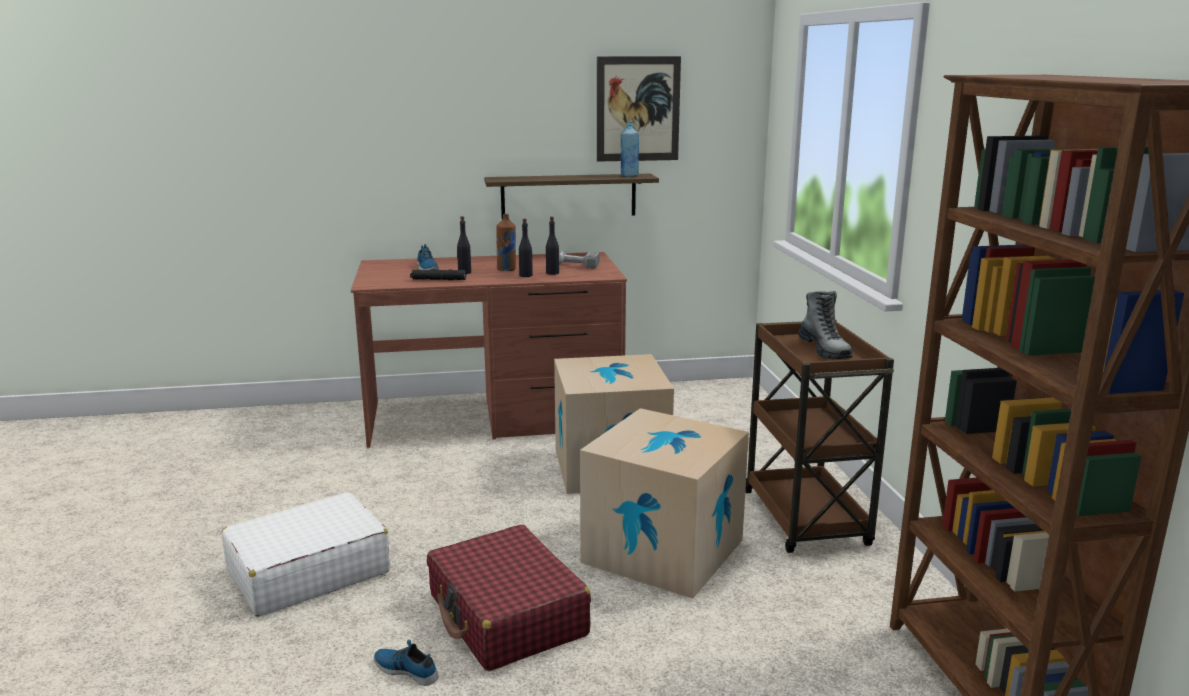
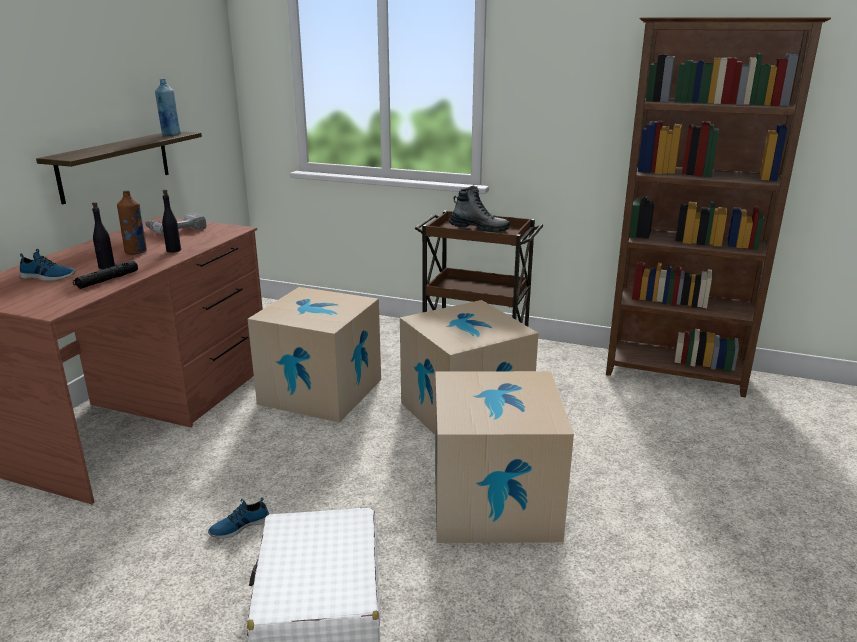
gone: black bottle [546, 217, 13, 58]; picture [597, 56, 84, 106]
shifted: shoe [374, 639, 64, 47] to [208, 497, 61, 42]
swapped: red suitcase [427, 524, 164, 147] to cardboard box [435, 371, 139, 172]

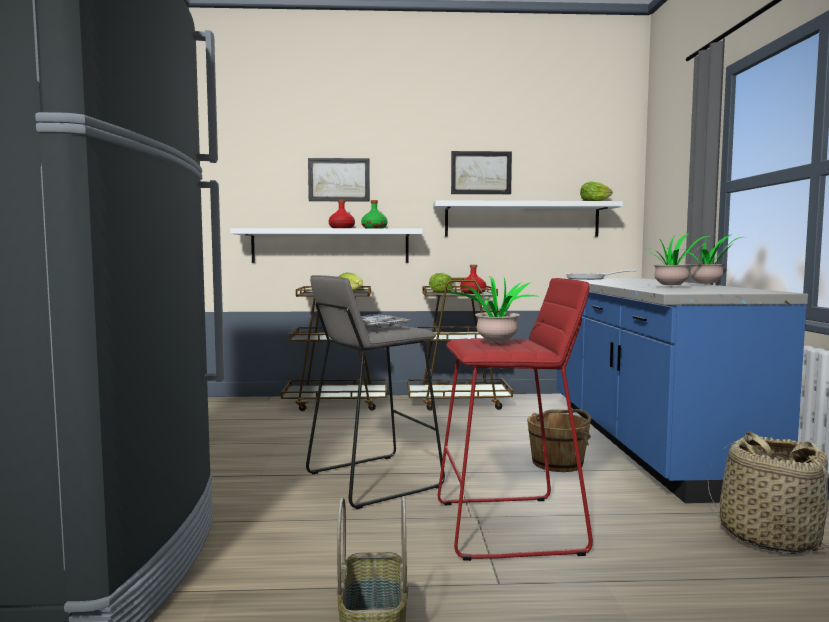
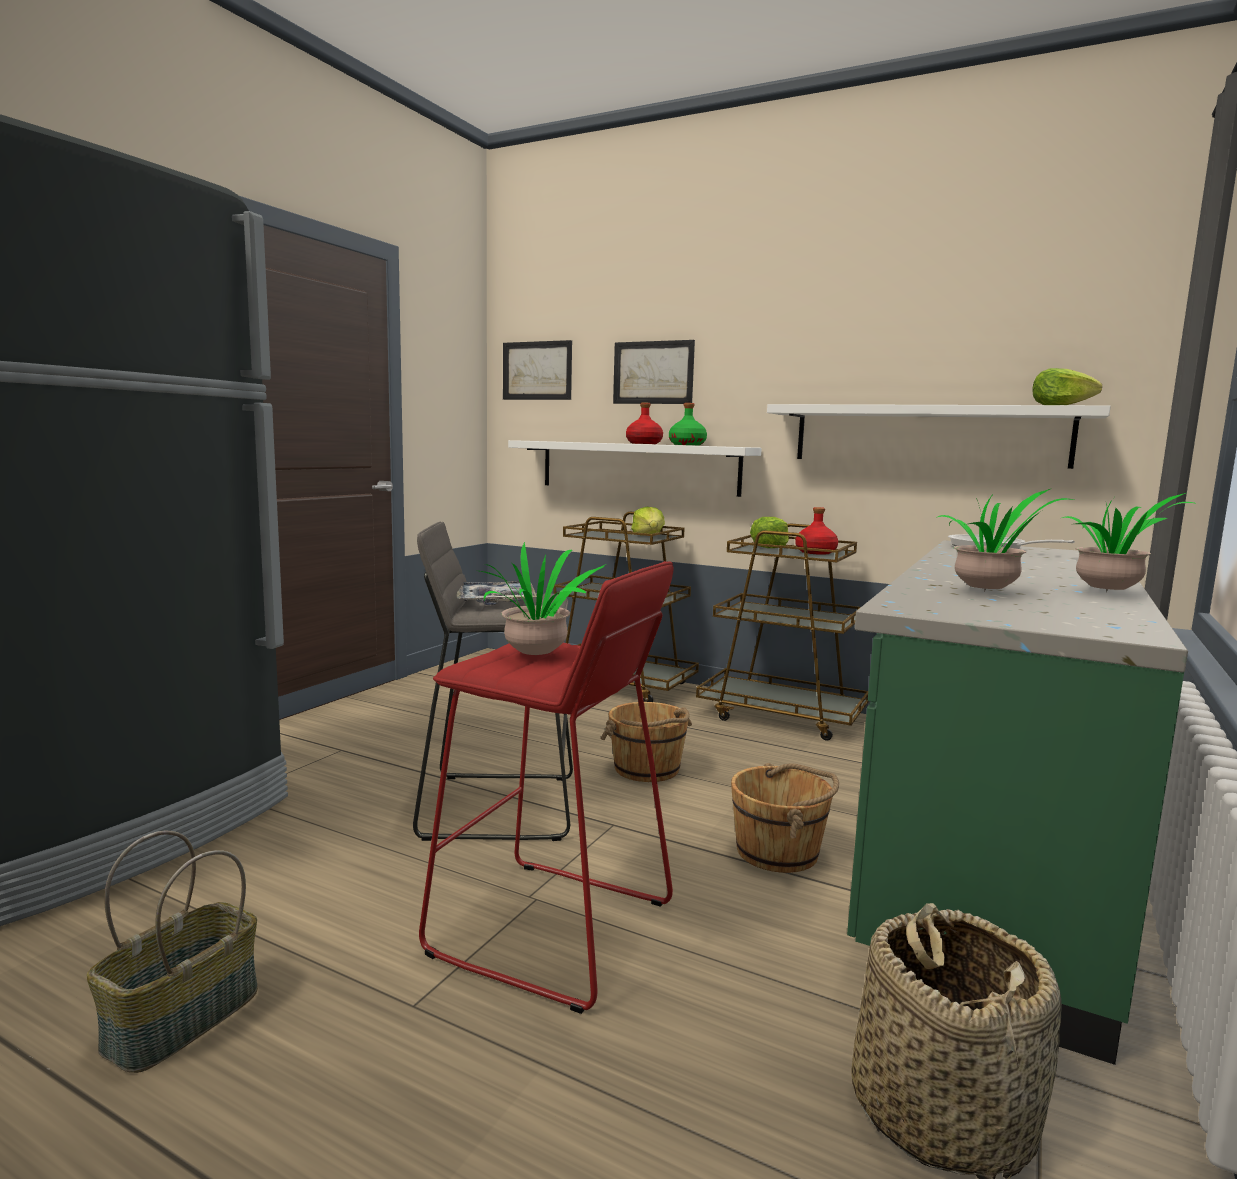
new: brown bucket [601, 702, 91, 80]
shifted: picture [451, 151, 61, 43] to [503, 340, 69, 60]
repainted: blue counter [557, 278, 251, 225] to green counter [847, 540, 341, 525]

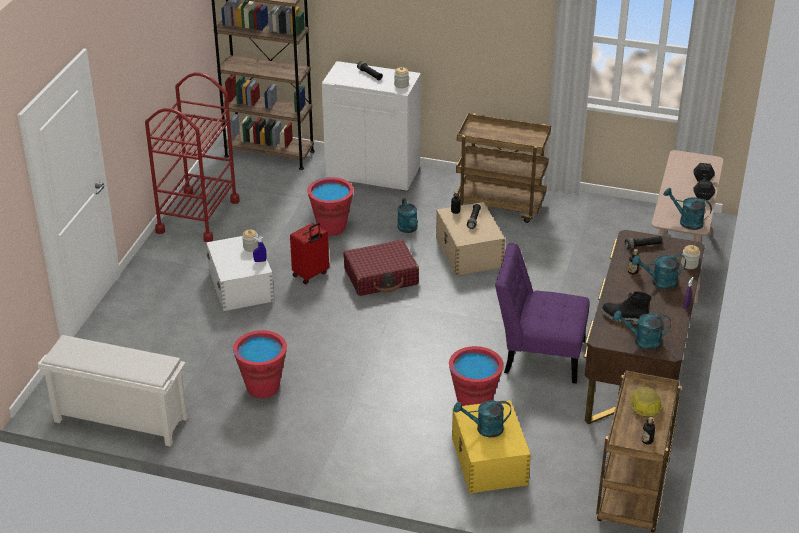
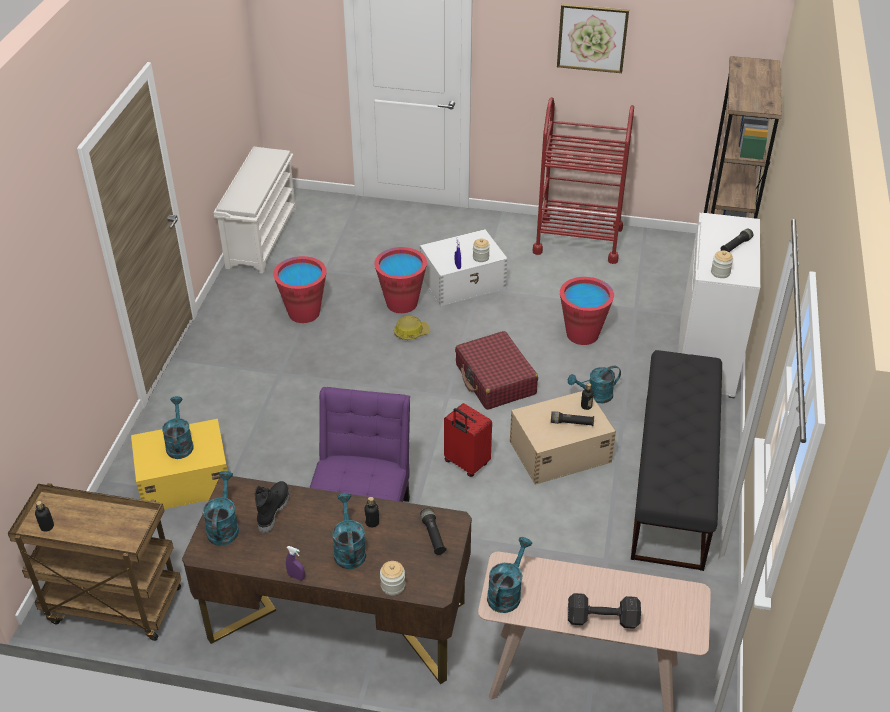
new: picture [557, 4, 72, 69]
shifted: red suitcase [290, 223, 39, 61] to [444, 403, 48, 74]; red bucket [449, 346, 55, 60] to [374, 247, 53, 66]; hard hat [630, 387, 33, 30] to [394, 316, 36, 24]
swapped: brown cart [456, 113, 95, 110] to black bench [631, 350, 91, 221]

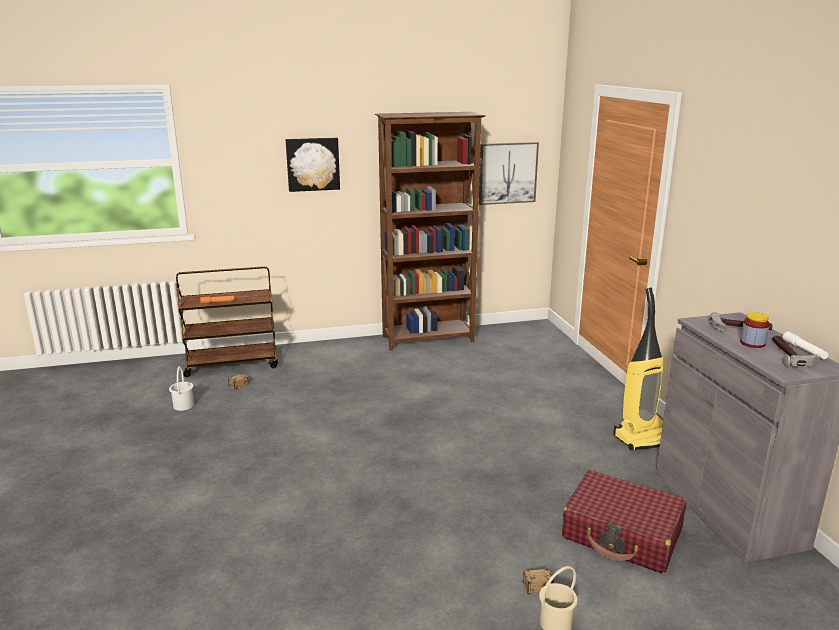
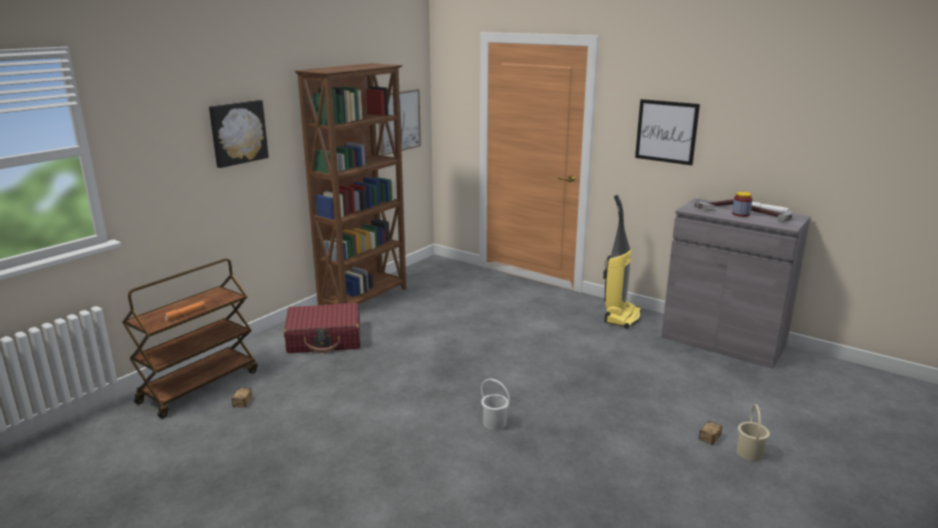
new: picture [635, 99, 65, 66]
shifted: white bucket [169, 366, 25, 45] to [481, 379, 29, 51]; red suitcase [562, 470, 125, 104] to [284, 303, 77, 50]

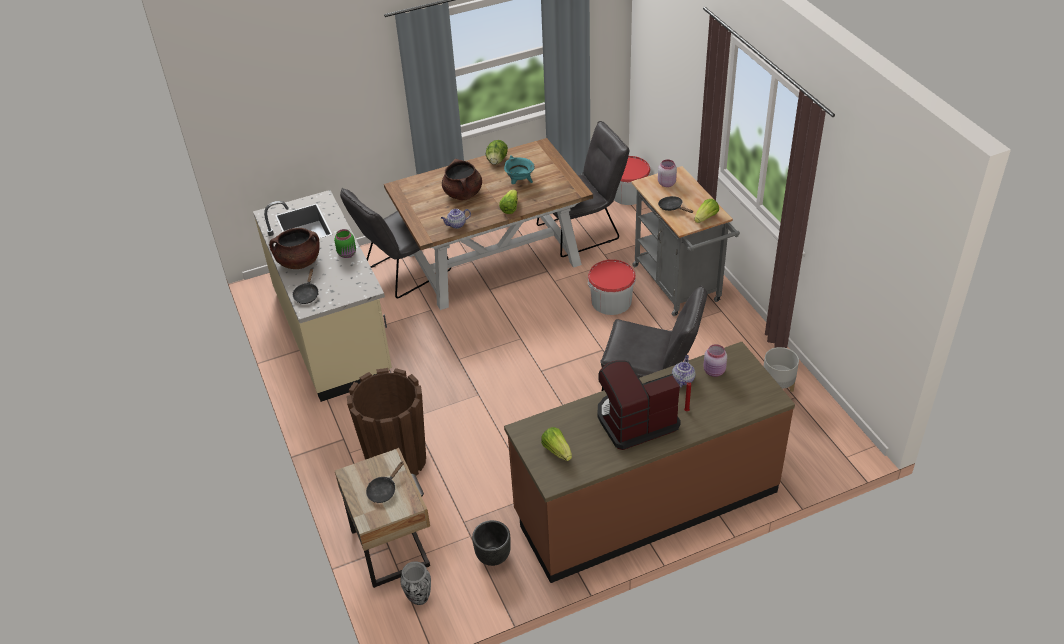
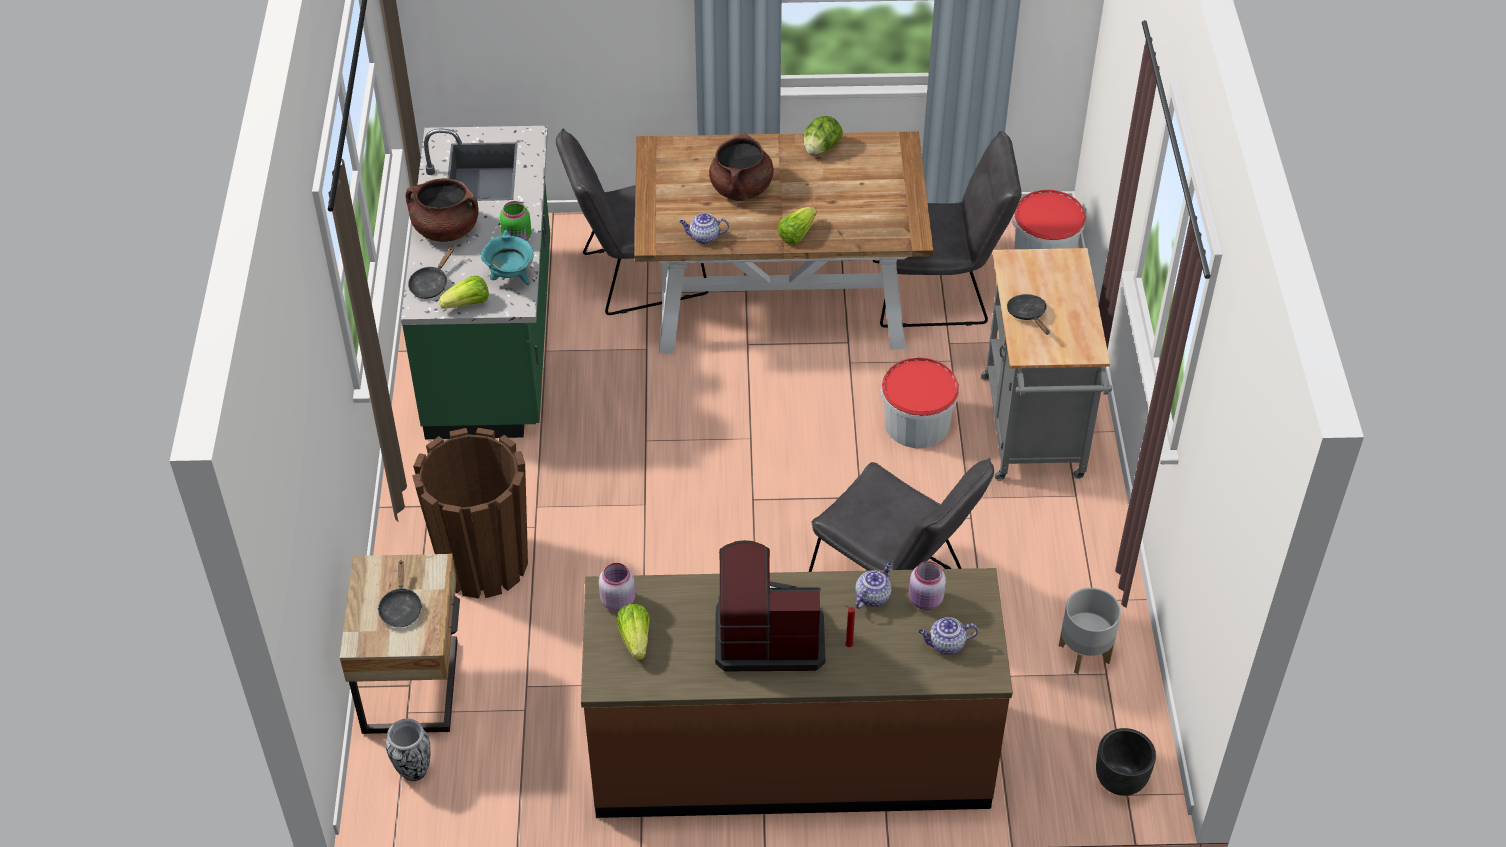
new: teapot [918, 617, 60, 38]
shifted: black planter [472, 520, 39, 46] to [1096, 728, 60, 68]; turquoise cooking pot [504, 155, 31, 29] to [481, 230, 53, 55]; pink jar [658, 159, 19, 28] to [599, 563, 36, 49]; lettuce [694, 199, 25, 24] to [438, 276, 51, 33]
repainted: beige counter [253, 190, 139, 212] to green counter [401, 126, 149, 313]
rotated: black frying pan [366, 461, 38, 42] = [377, 560, 46, 67] 60 degrees counterclockwise

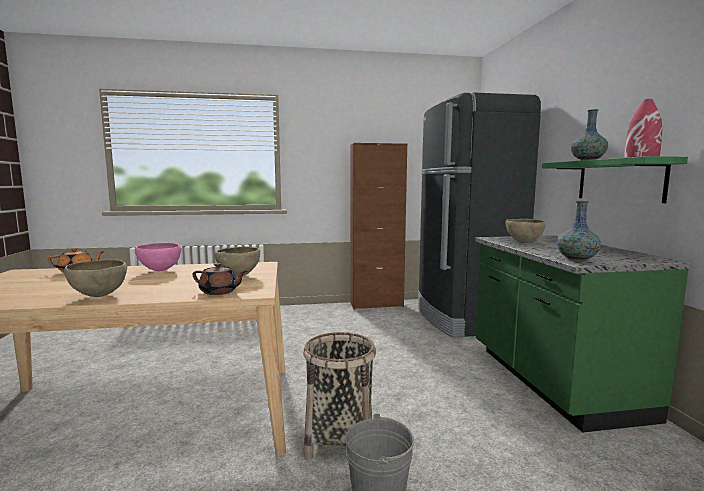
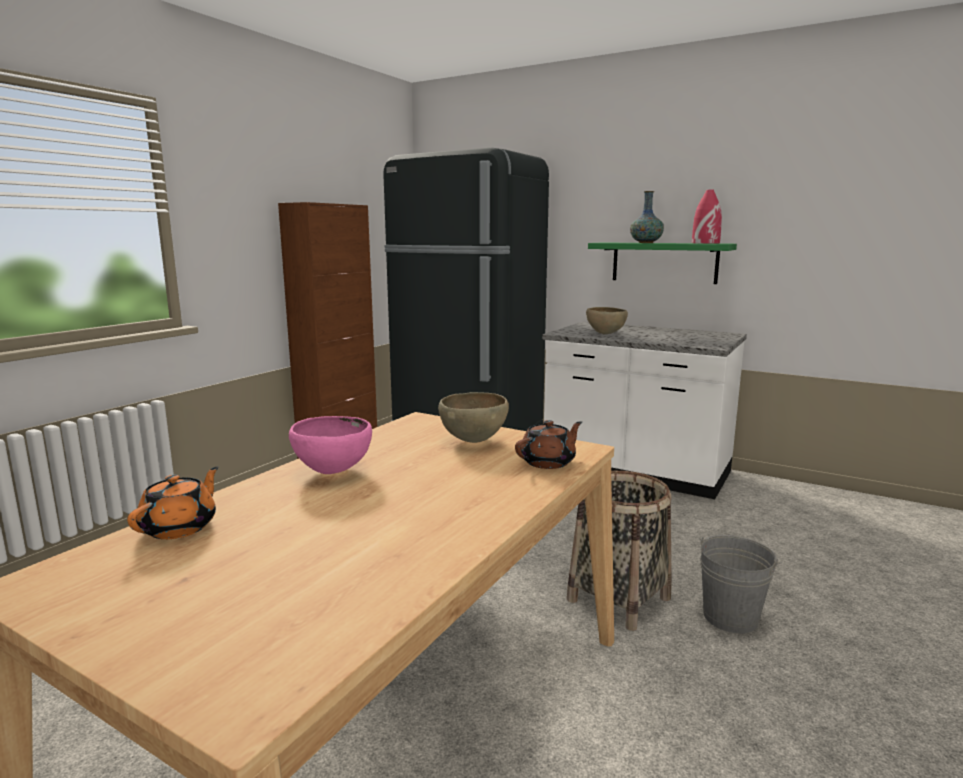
gone: brown bowl [64, 259, 63, 38]; vase [557, 201, 44, 60]
repainted: green counter [475, 235, 216, 198] to white counter [542, 322, 205, 177]

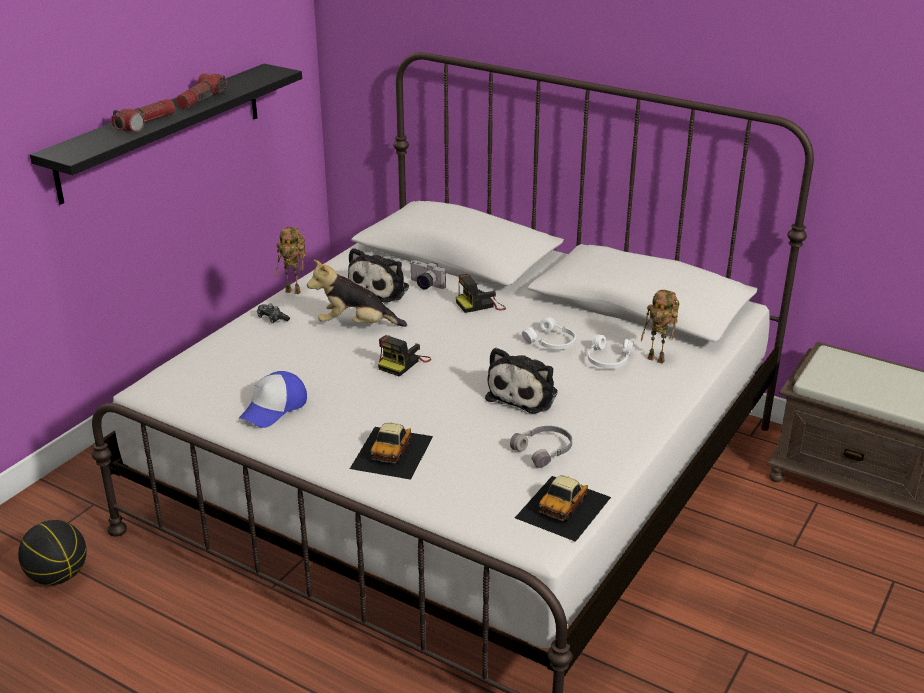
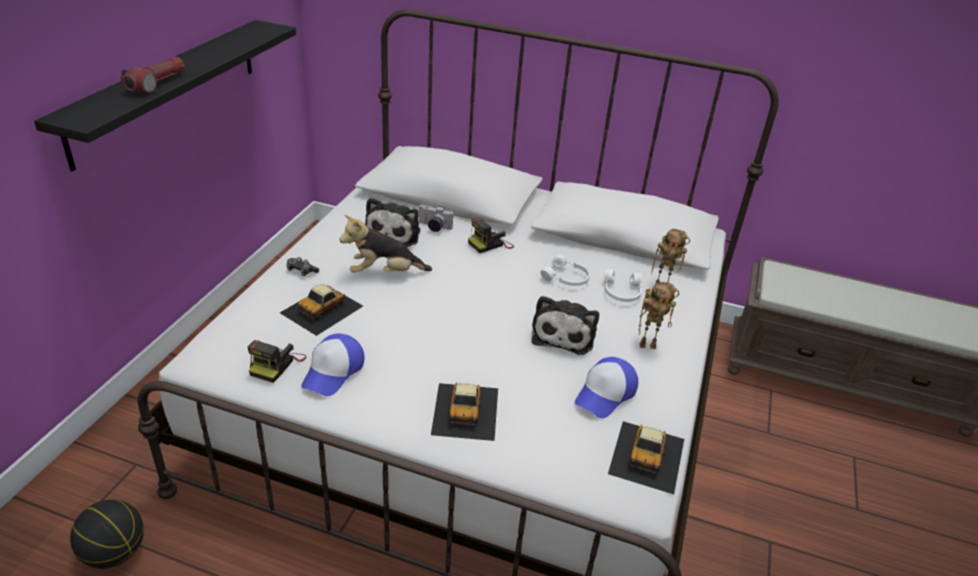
gone: flashlight [176, 73, 51, 36]
new: toy car [280, 284, 83, 52]
shifted: toy robot [276, 227, 30, 67] to [639, 282, 40, 67]; photo camera [378, 335, 53, 42] to [247, 340, 59, 43]
swapped: grey headphones [510, 426, 62, 42] to cap [575, 357, 63, 61]

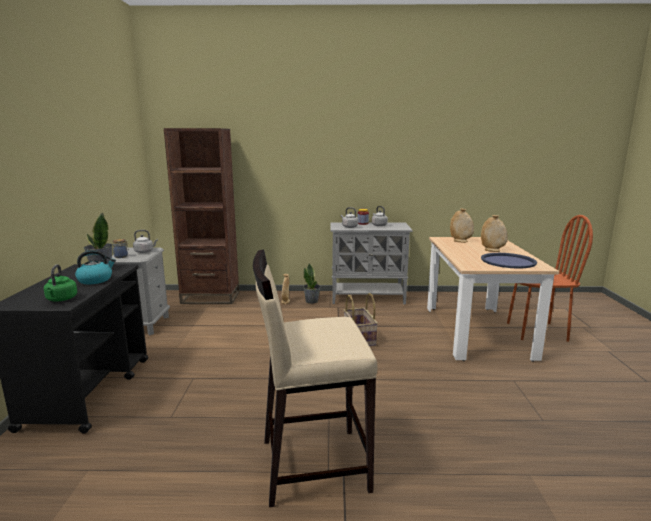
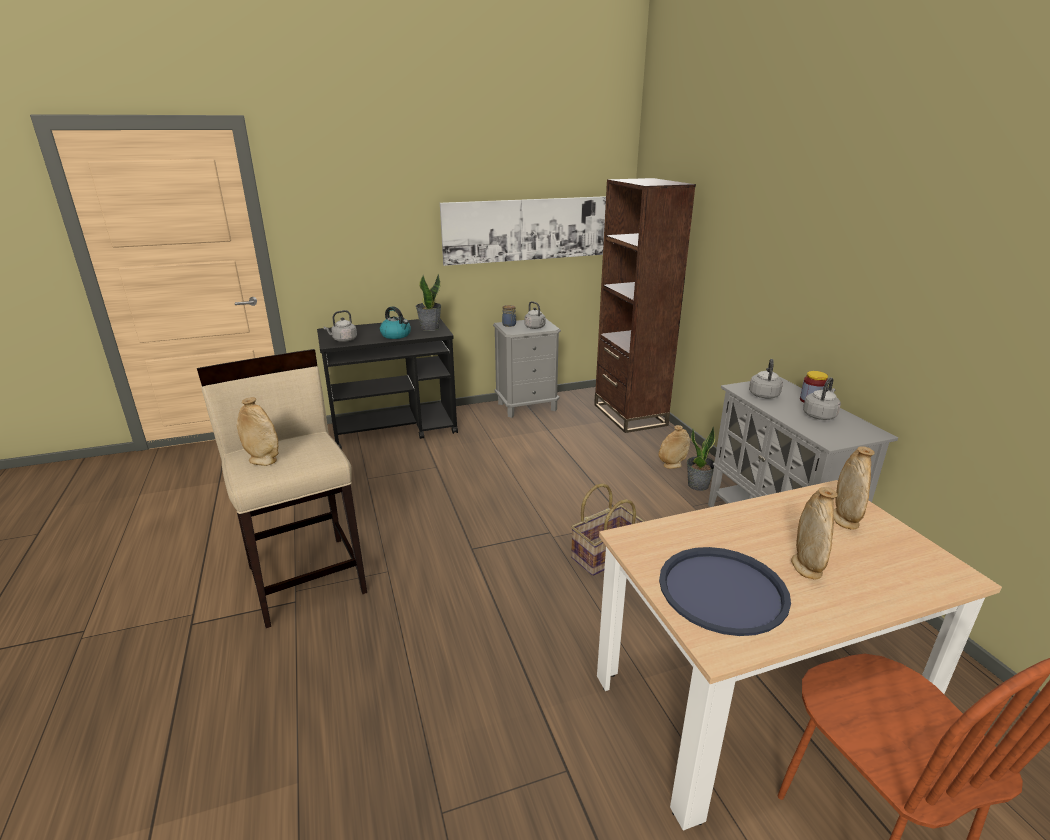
new: beige vase [237, 397, 41, 69]; picture [440, 196, 166, 70]
repainted: green kettle [44, 264, 33, 37] to grey kettle [323, 310, 34, 32]

